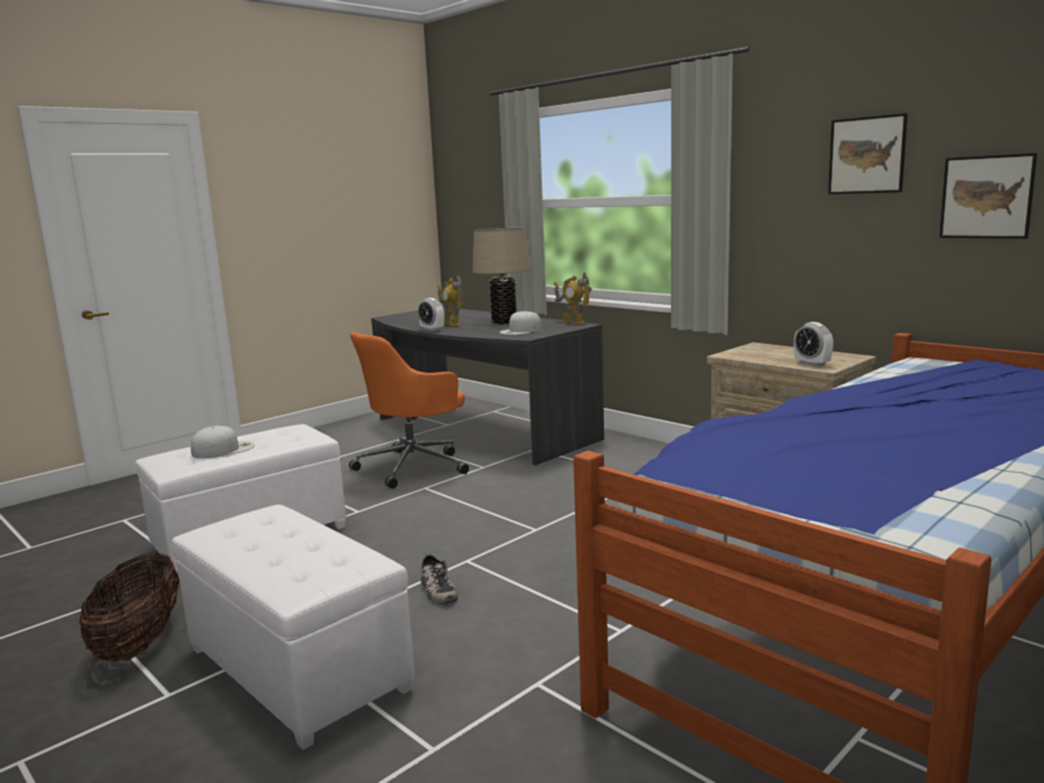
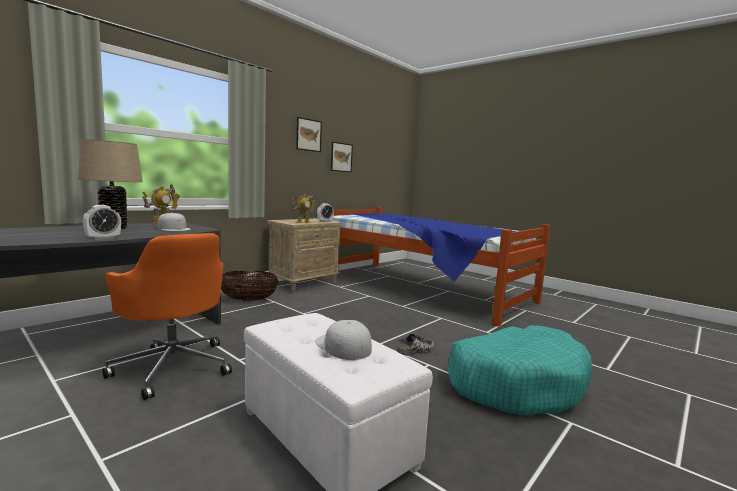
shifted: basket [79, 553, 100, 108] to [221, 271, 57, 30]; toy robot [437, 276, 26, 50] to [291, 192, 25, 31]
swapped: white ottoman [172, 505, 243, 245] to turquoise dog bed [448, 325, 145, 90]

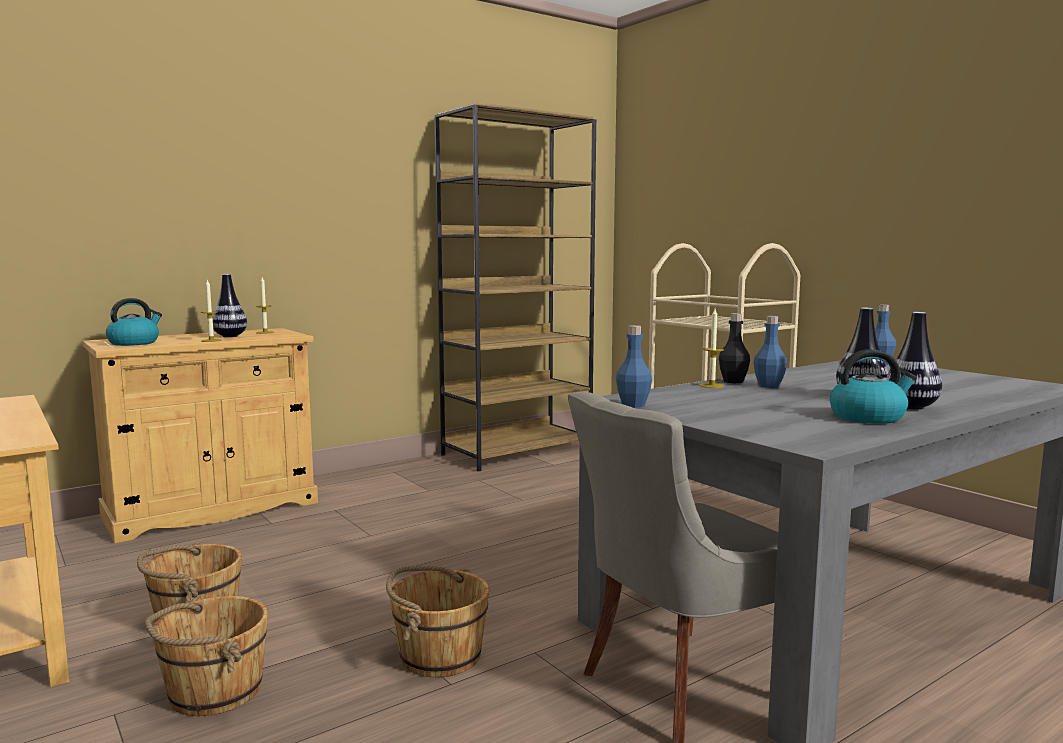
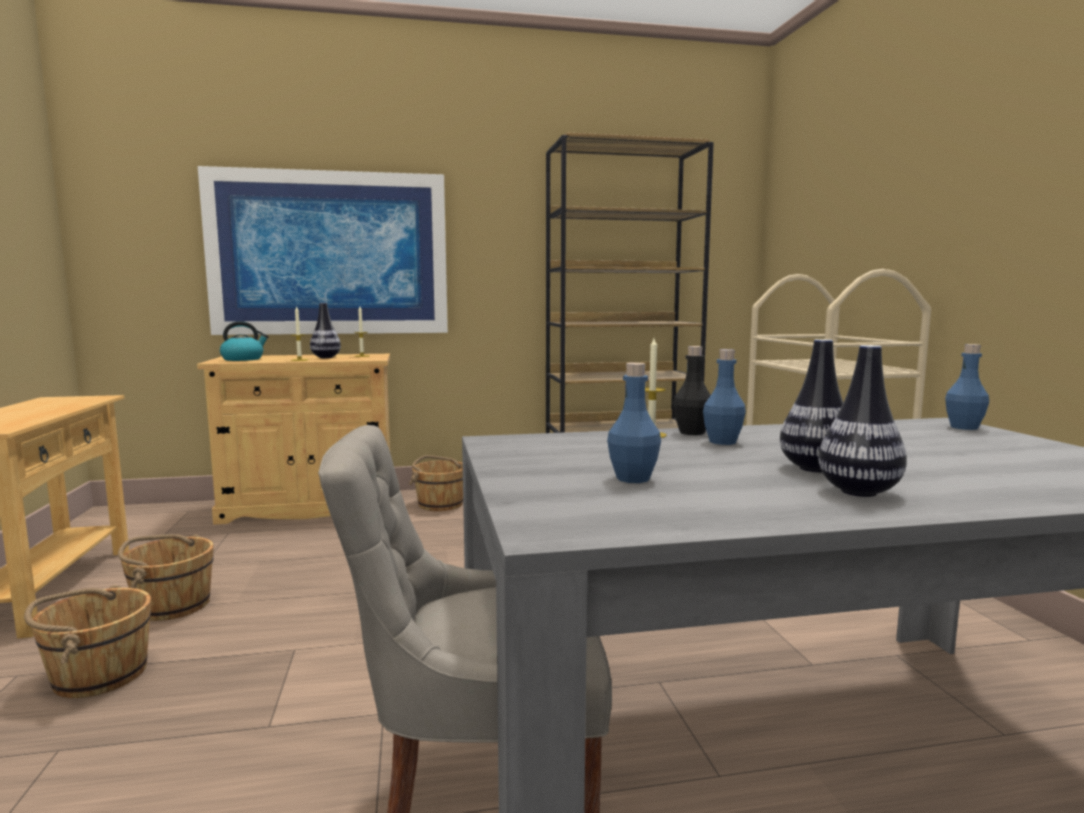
gone: kettle [830, 349, 87, 75]
new: picture [198, 166, 250, 169]
shifted: brown bucket [386, 566, 104, 111] to [409, 455, 54, 56]; blue bottle [616, 325, 36, 83] to [607, 363, 54, 120]

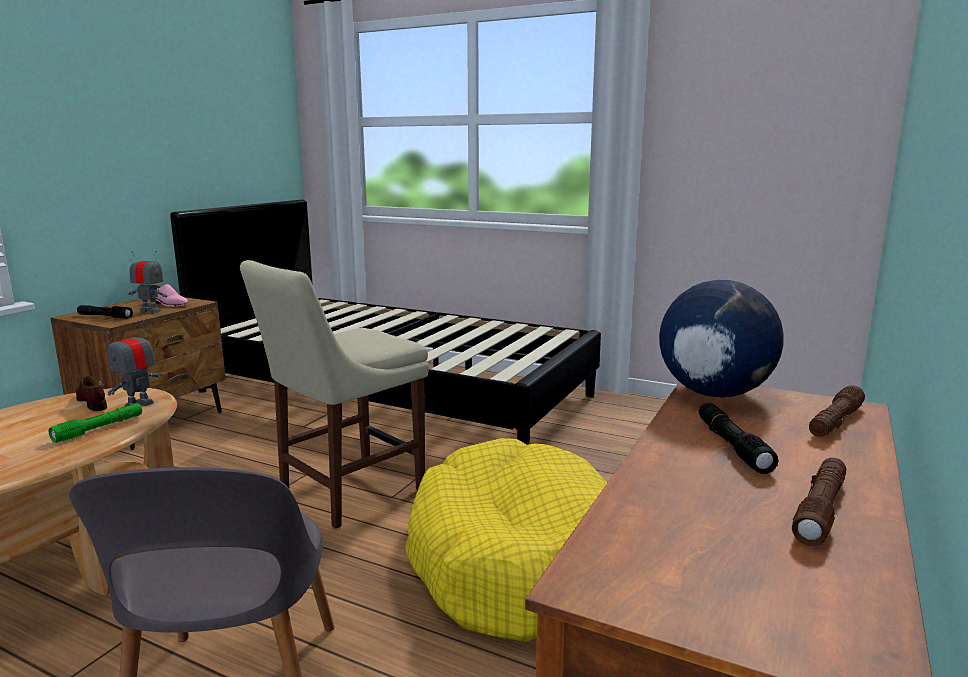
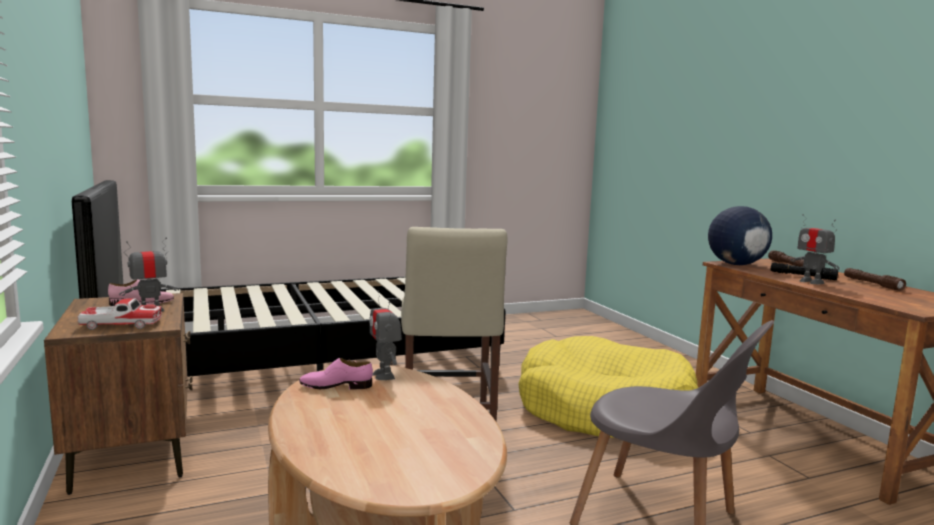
gone: green flashlight [49, 403, 93, 40]
new: toy robot [790, 214, 50, 70]
swapped: black flashlight [77, 305, 56, 14] to toy car [77, 298, 85, 32]
repainted: brown shoe [76, 376, 31, 35] to pink shoe [299, 358, 74, 32]

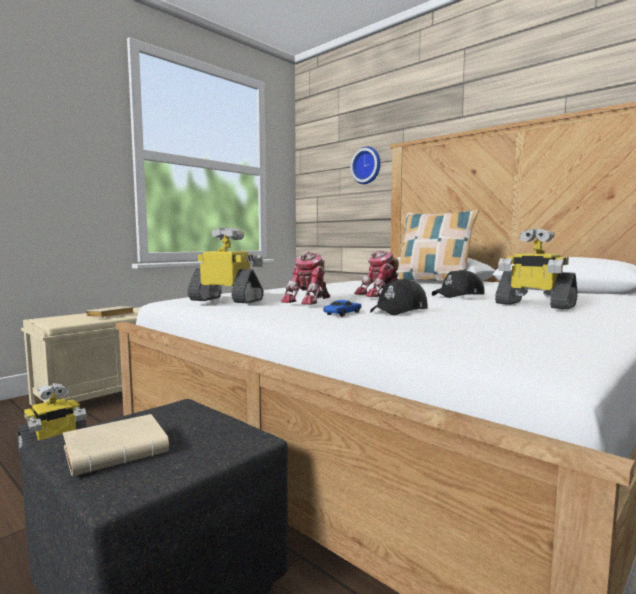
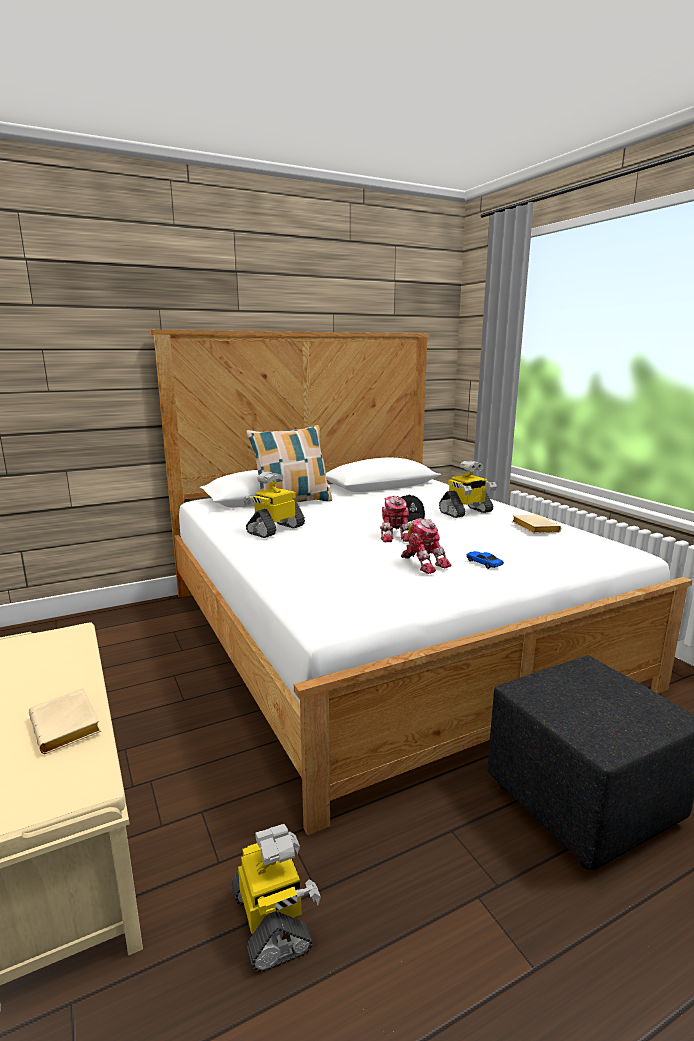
gone: wall clock [350, 146, 31, 38]; black cap [370, 278, 58, 37]
shifted: beige book [63, 414, 106, 62] to [512, 515, 49, 18]; toy robot [187, 228, 77, 75] to [243, 471, 62, 67]

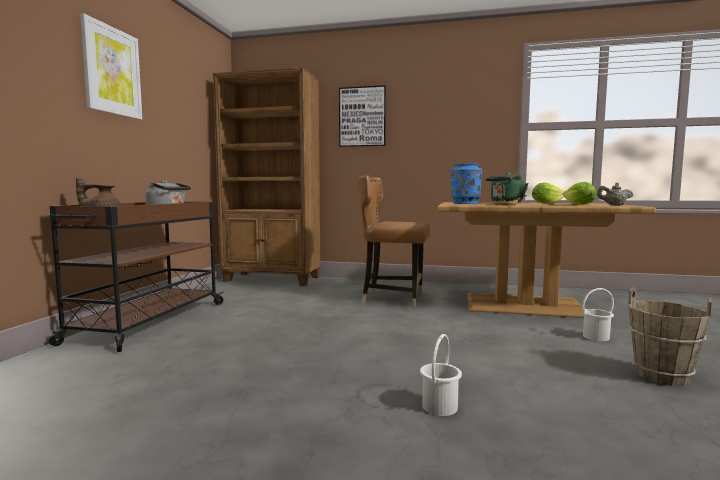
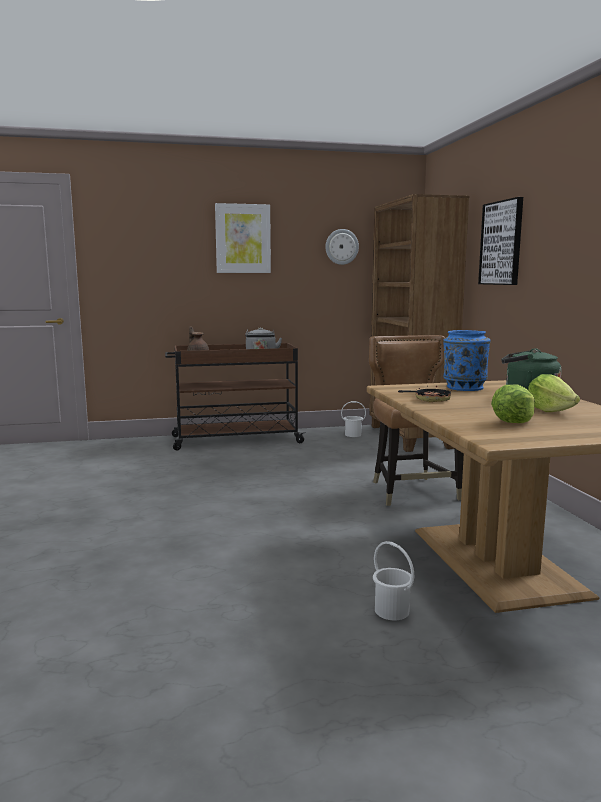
gone: beige teapot [597, 183, 36, 23]; brown bucket [628, 287, 84, 99]
new: wall clock [325, 229, 34, 36]
shifted: white bucket [420, 334, 42, 82] to [341, 401, 25, 36]

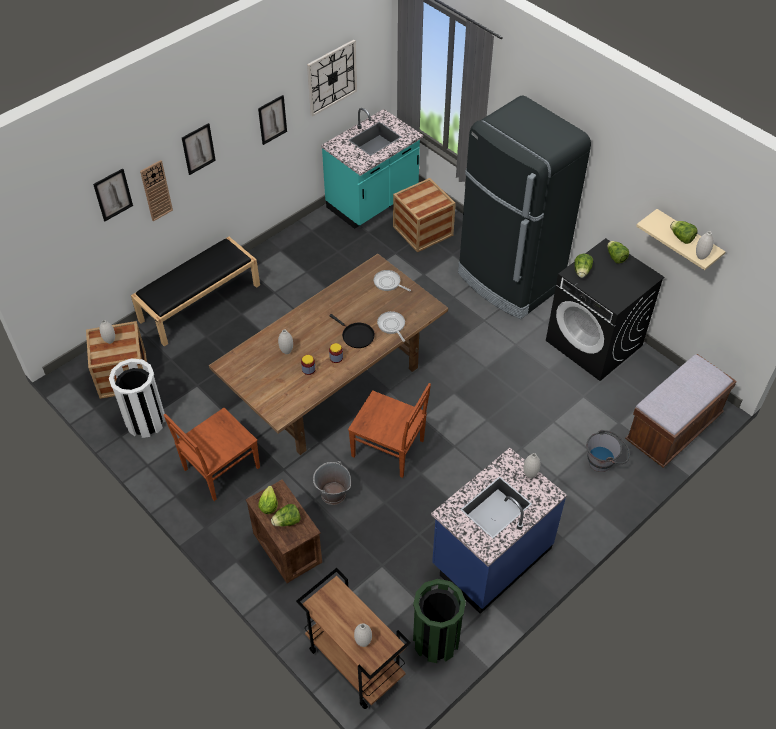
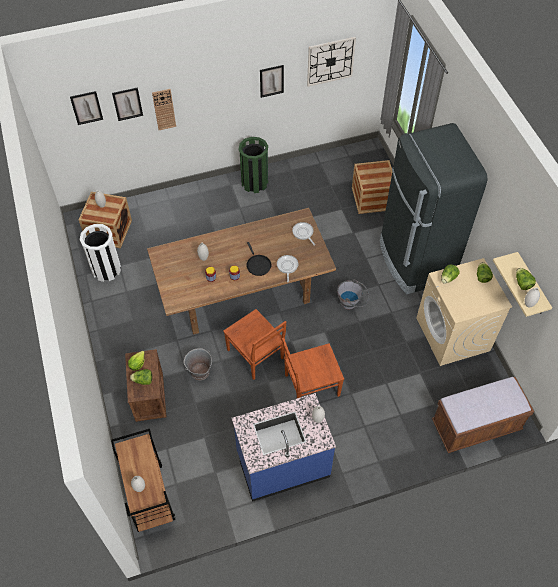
gone: black bench [131, 237, 129, 109]; turquoise counter [321, 108, 102, 121]
shifted: brown chair [164, 408, 96, 93] to [282, 338, 62, 60]; picture [182, 123, 34, 52] to [70, 91, 33, 34]; green trash can [413, 579, 53, 84] to [238, 137, 30, 56]; grey bucket [586, 430, 44, 42] to [337, 279, 33, 31]
repainted: black washing machine [546, 238, 118, 143] to beige washing machine [416, 258, 96, 108]

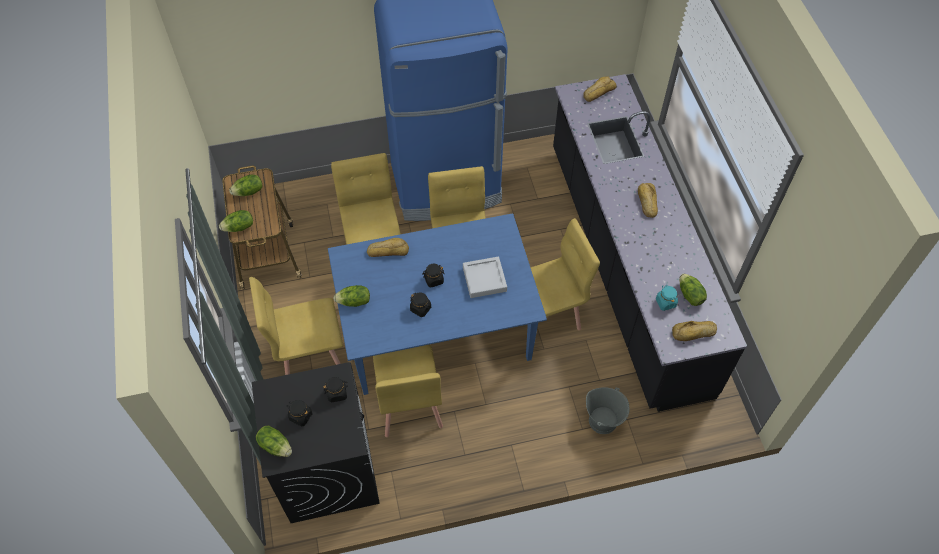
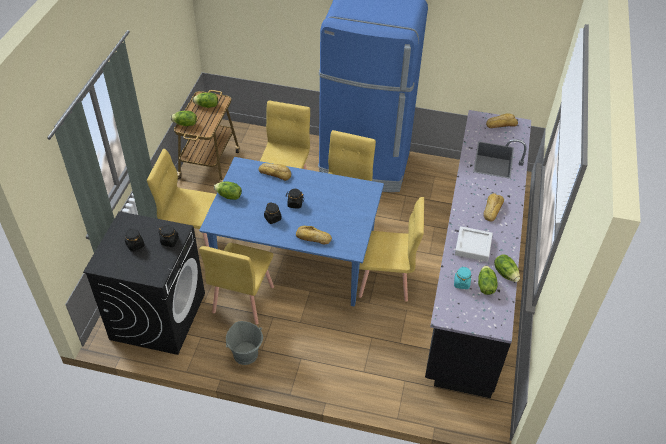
shifted: lettuce [256, 426, 36, 31] to [494, 255, 26, 27]; grey tray [463, 257, 44, 41] to [455, 226, 38, 36]; grey bucket [586, 387, 44, 47] to [226, 321, 37, 44]; bread [672, 321, 45, 20] to [296, 226, 36, 18]

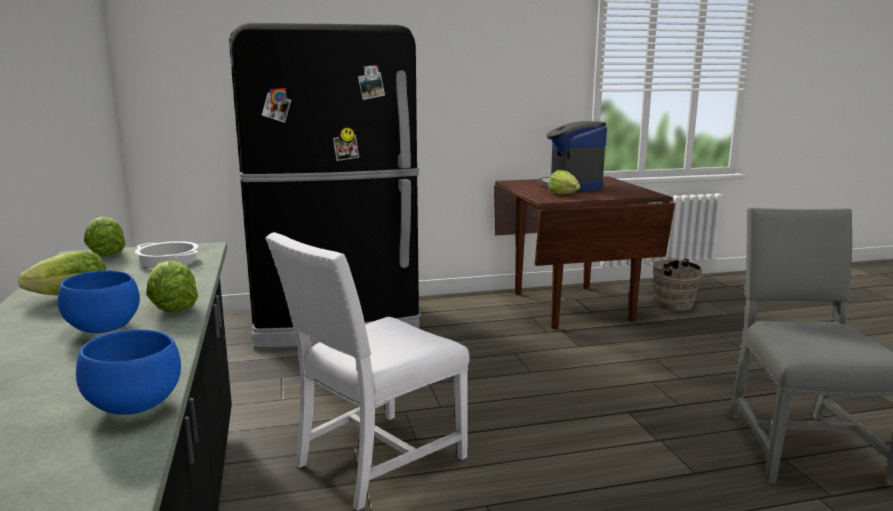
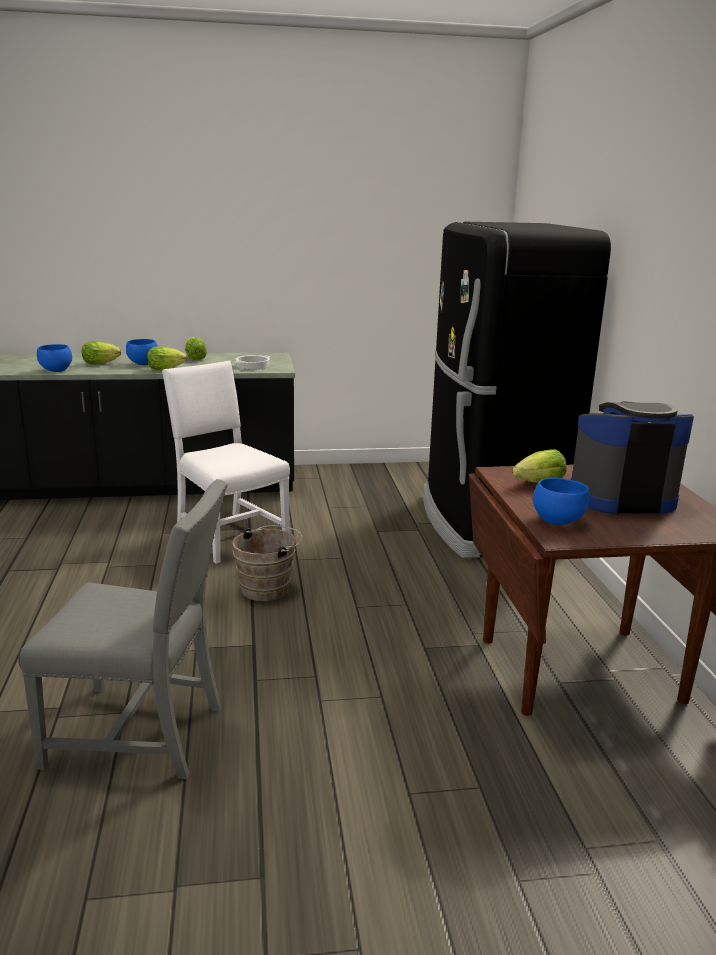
new: blue bowl [533, 478, 57, 47]
shifted: lettuce [84, 217, 42, 39] to [82, 341, 39, 24]; brown bucket [648, 257, 54, 54] to [232, 525, 70, 76]

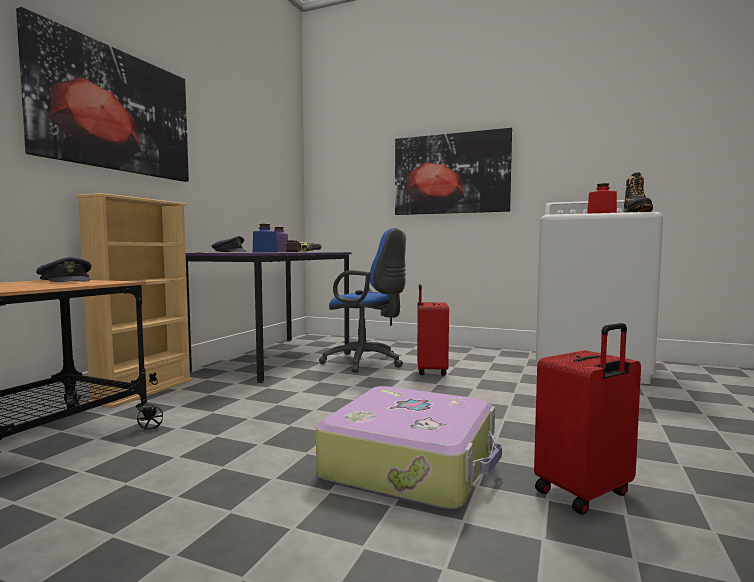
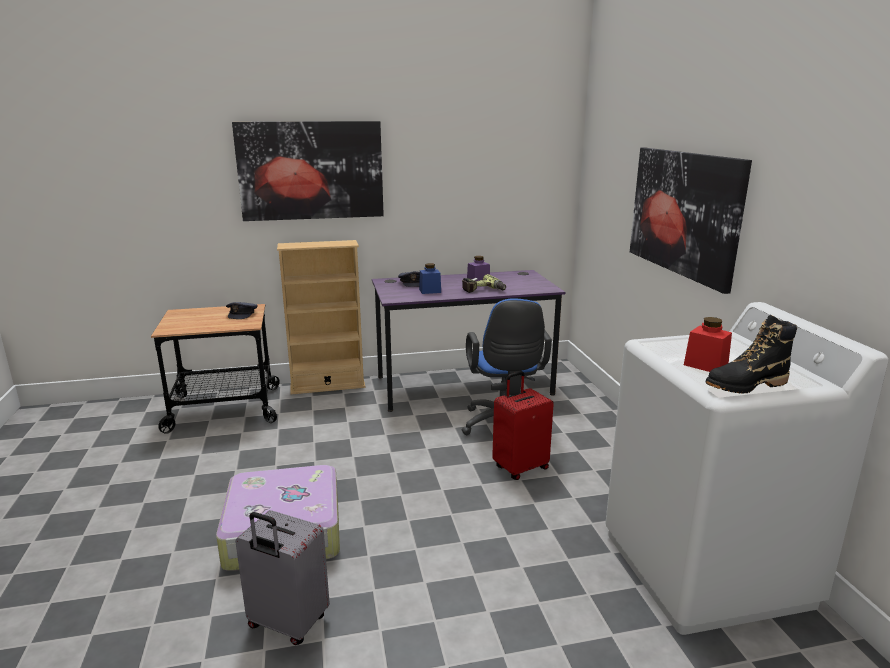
repainted: red suitcase [534, 323, 107, 192] to grey suitcase [235, 510, 95, 135]

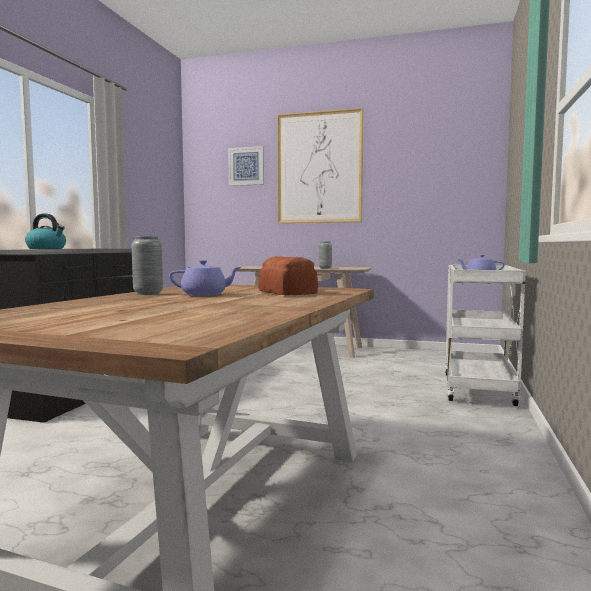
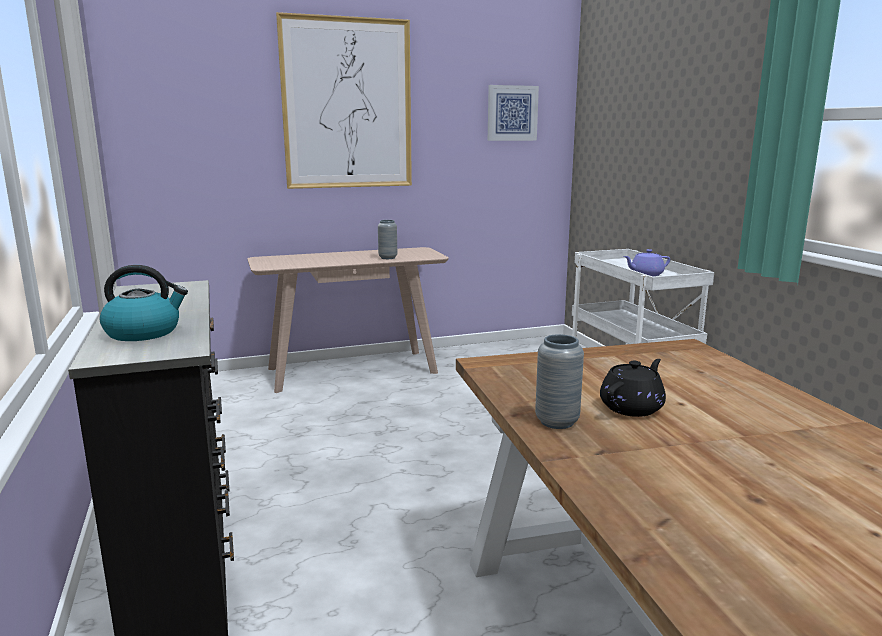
gone: bread [258, 256, 60, 40]
shifted: picture [228, 146, 36, 40] to [488, 85, 51, 56]
repainted: purple teapot [169, 260, 72, 36] to black teapot [600, 359, 66, 58]

